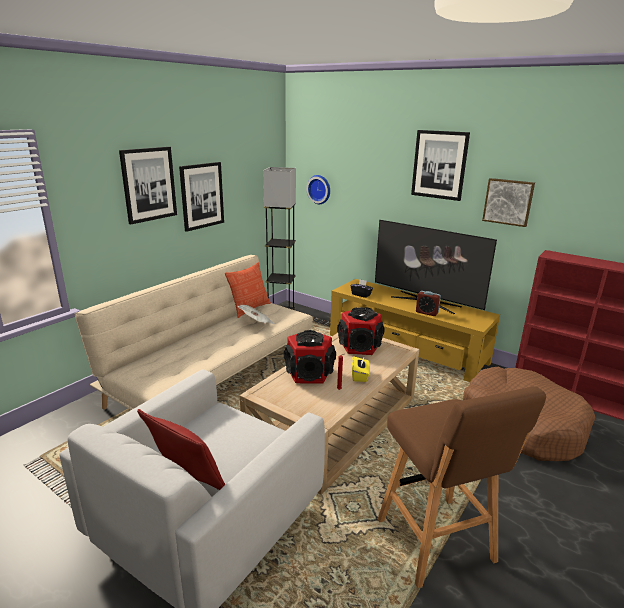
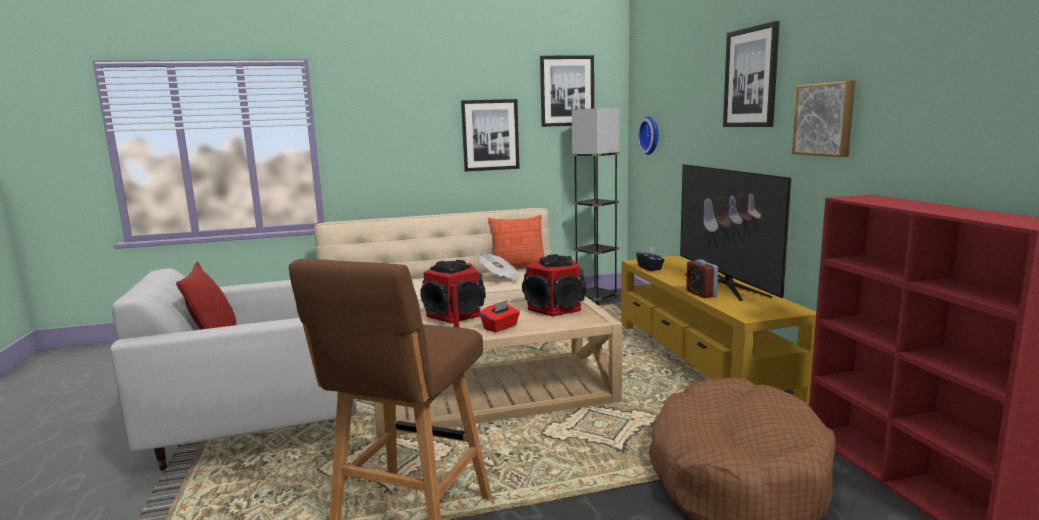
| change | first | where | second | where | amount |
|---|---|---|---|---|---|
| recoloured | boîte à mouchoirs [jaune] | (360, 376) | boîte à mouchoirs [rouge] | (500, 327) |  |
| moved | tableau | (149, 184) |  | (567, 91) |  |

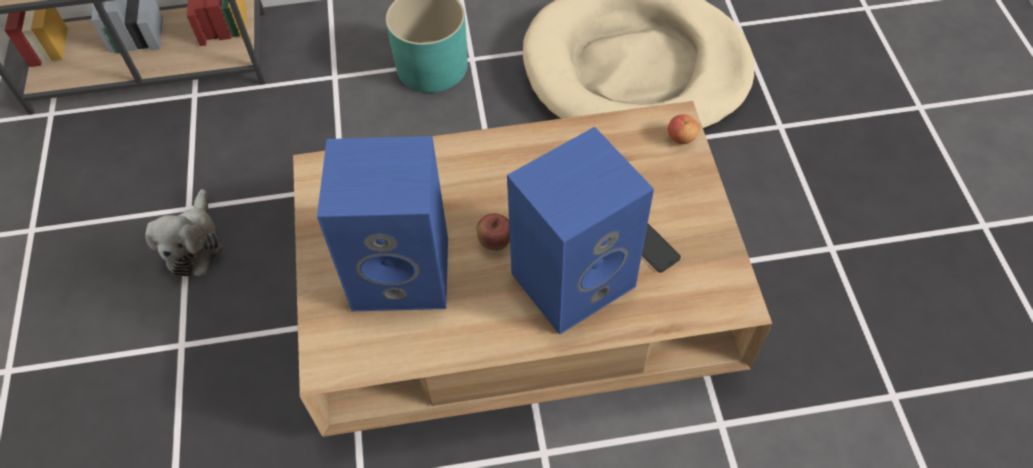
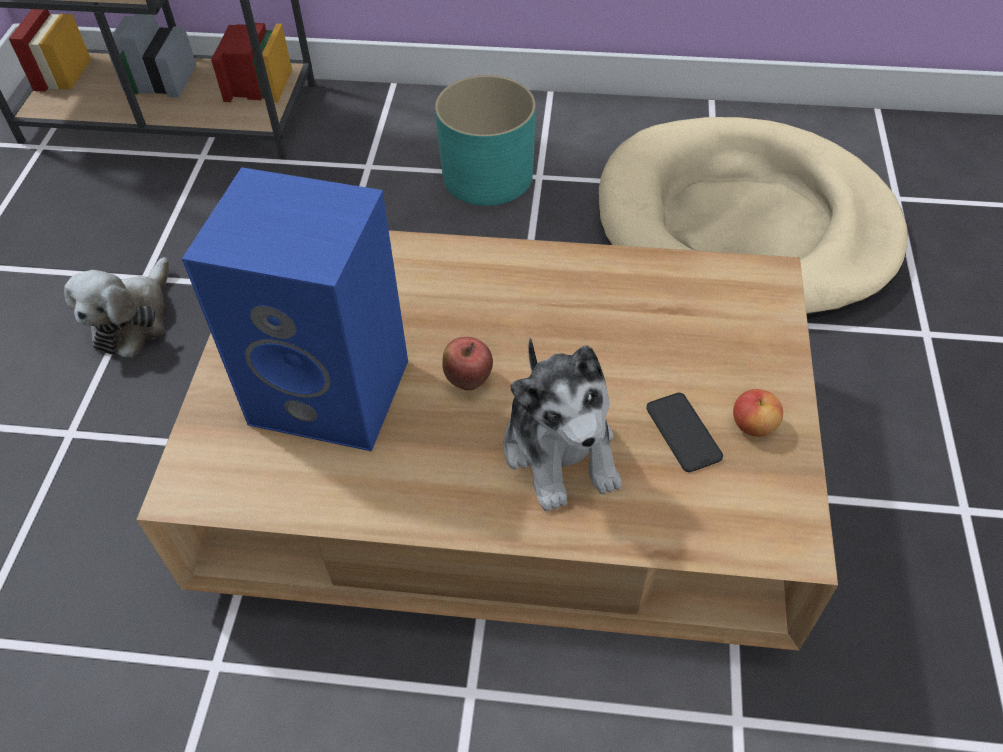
| change | first | where | second | where | amount |
|---|---|---|---|---|---|
| replaced | enceinte [bleu] | (574, 277) | peluche | (561, 450) |  |
| moved | pomme | (681, 137) |  | (753, 425) |  |

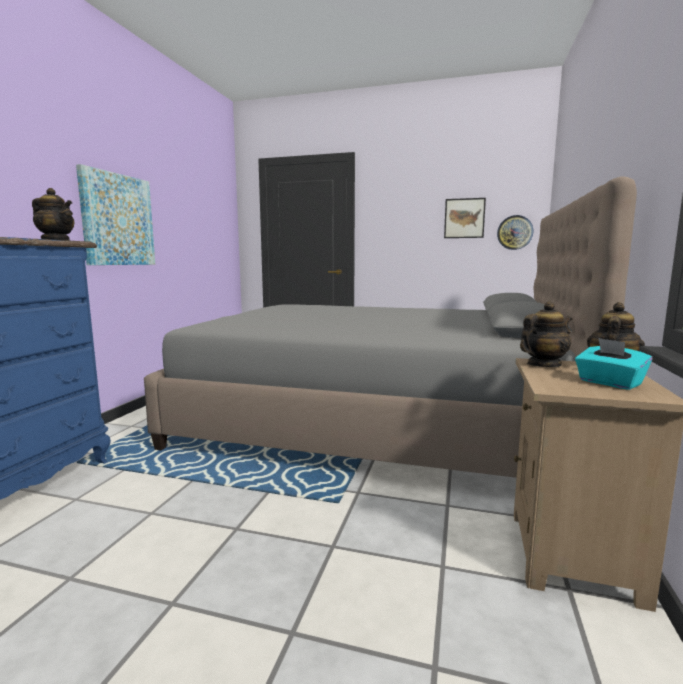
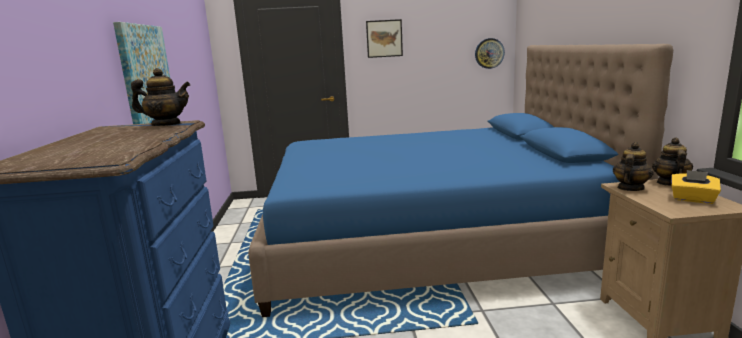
| change | first | where | second | where | amount |
|---|---|---|---|---|---|
| recoloured | lit [gris] | (376, 422) | lit [bleu] | (430, 243) |  |
| moved | tableau | (464, 218) |  | (384, 38) |  |
| recoloured | boîte à mouchoirs [turquoise] | (609, 383) | boîte à mouchoirs [jaune] | (692, 199) |  |

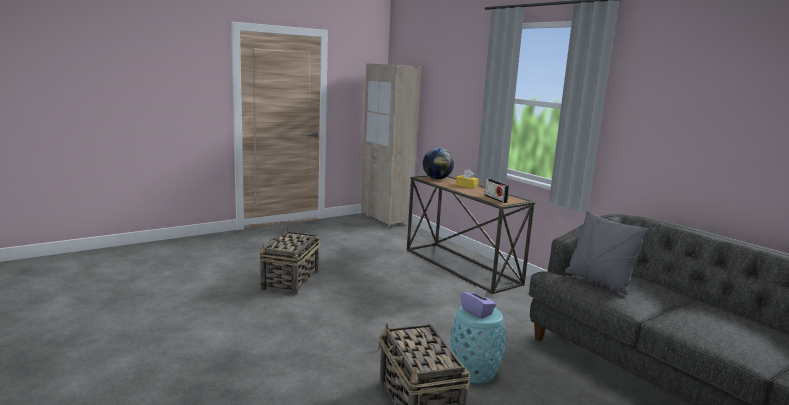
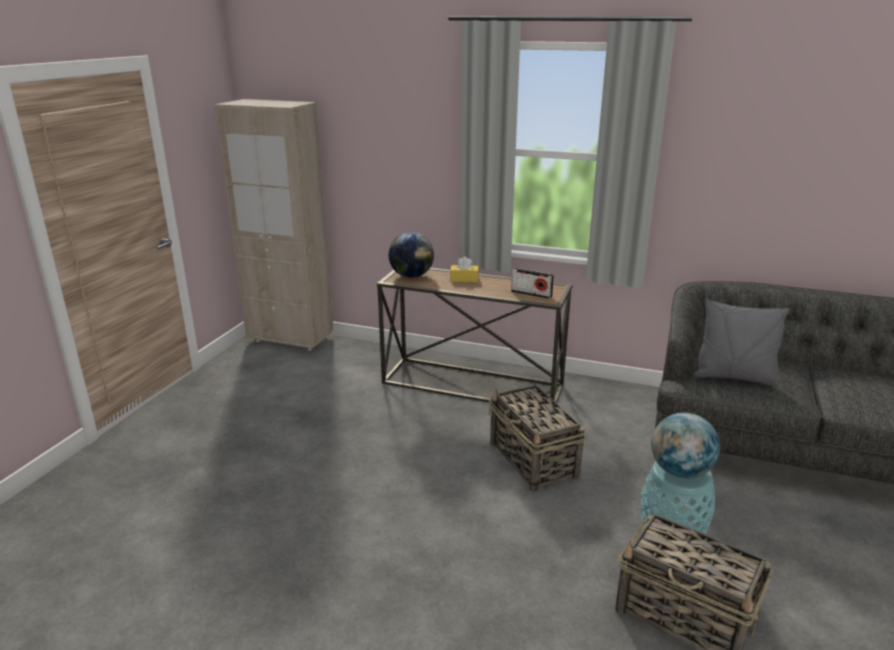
| change | first | where | second | where | amount |
|---|---|---|---|---|---|
| moved | panier | (290, 281) |  | (533, 461) |  |
| replaced | boîte à mouchoirs [violet] | (477, 312) | globe | (680, 471) |  |

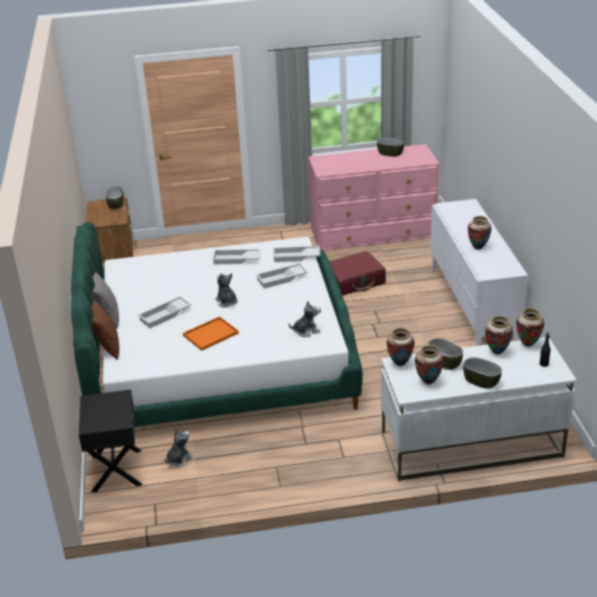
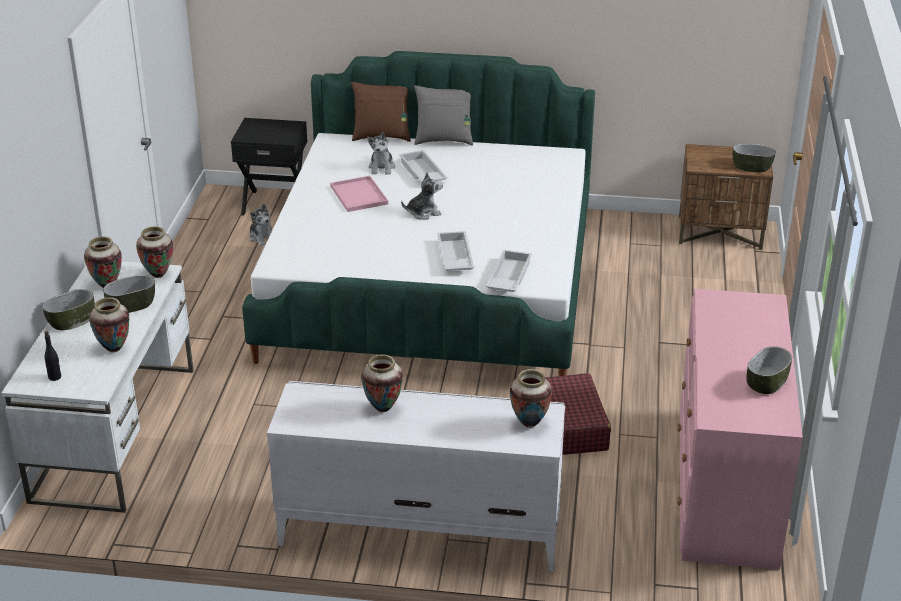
| change | first | where | second | where | amount |
|---|---|---|---|---|---|
| recoloured | plateau [orange] | (210, 335) | plateau [rose] | (358, 194) |  |
| moved | peluche | (306, 331) |  | (382, 168) |  |
| moved | vase | (528, 344) |  | (529, 423) |  |
| removed | plateau [blanc] | (236, 259) |  |  |  |

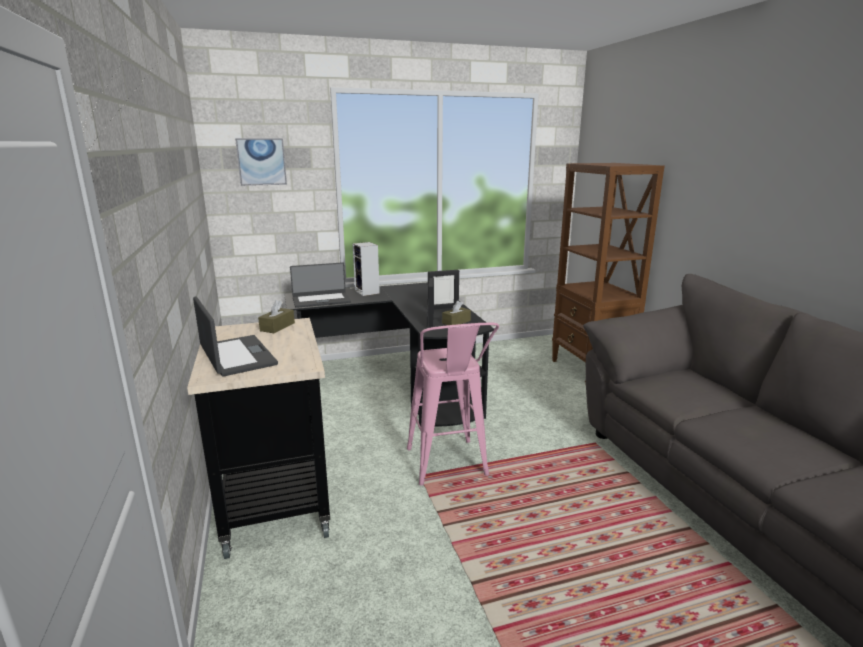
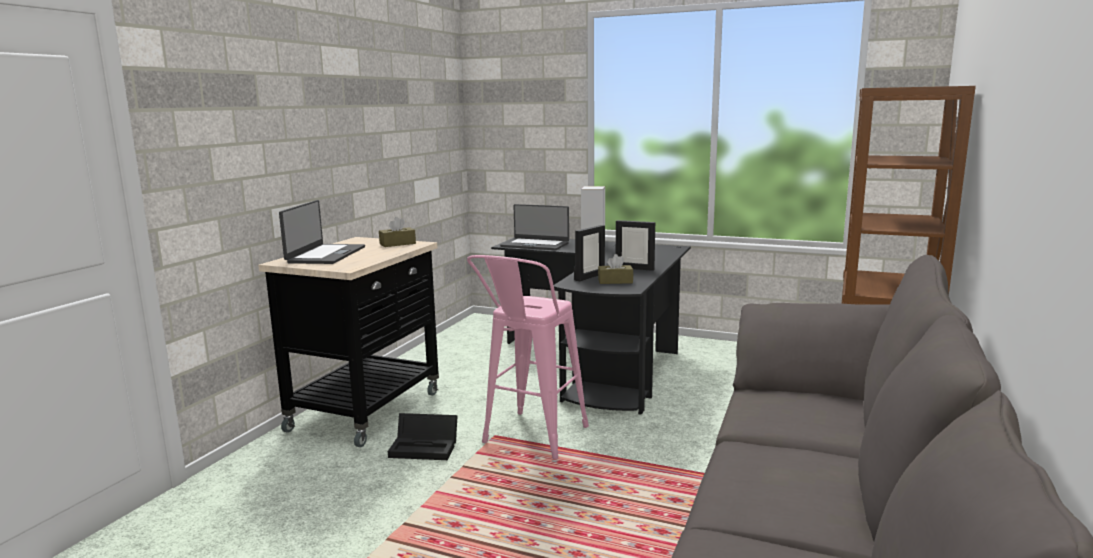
| change | first | where | second | where | amount |
|---|---|---|---|---|---|
| added |  |  | boîte de rangement [noir] | (426, 447) |  |
| removed | tableau | (261, 161) |  |  |  |

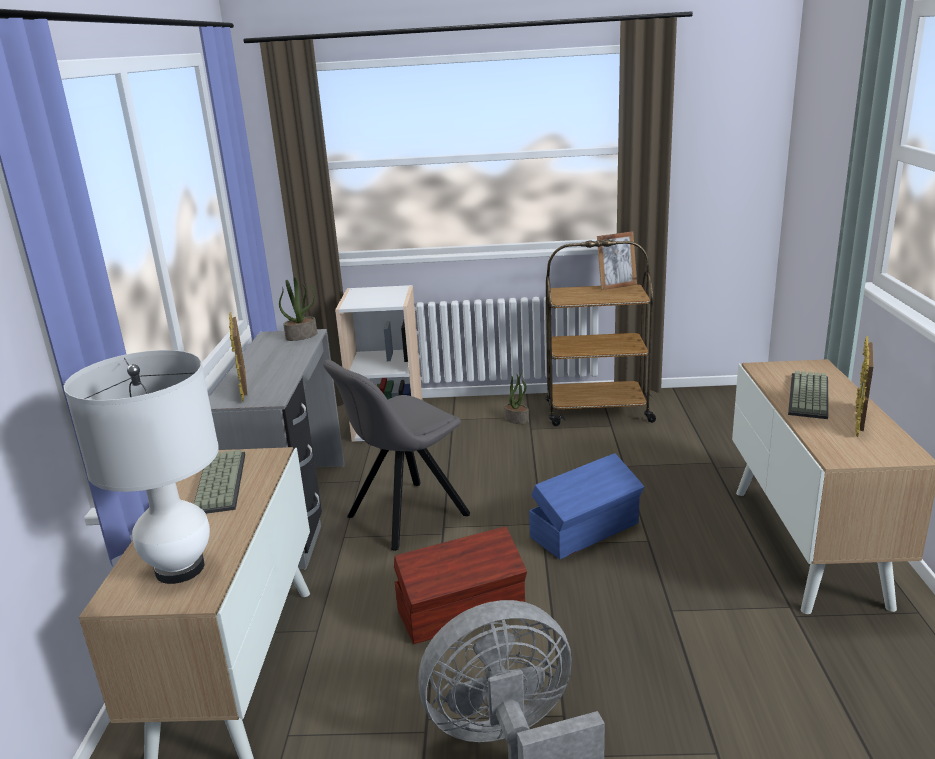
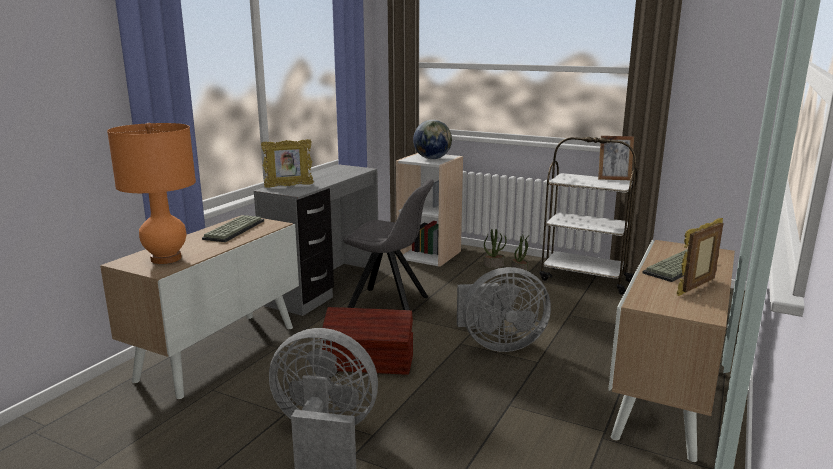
| change | first | where | second | where | amount |
|---|---|---|---|---|---|
| recoloured | lampe de table [blanc] | (180, 569) | lampe de table [orange] | (166, 258) |  |
| turned | cadre photo | (244, 388) |  | (289, 186) | 120 degrees counterclockwise |
| turned | chaise [gris] | (406, 515) |  | (389, 305) | 150 degrees counterclockwise |
| added |  |  | globe | (432, 158) |  |
| replaced | boîte de rangement [bleu] | (586, 531) | ventilateur [gris] | (498, 344) |  |
| moved | plante en pot | (301, 336) |  | (493, 265) |  |
| recoloured | chariot [marron] | (597, 413) | chariot [blanc] | (584, 280) |  |

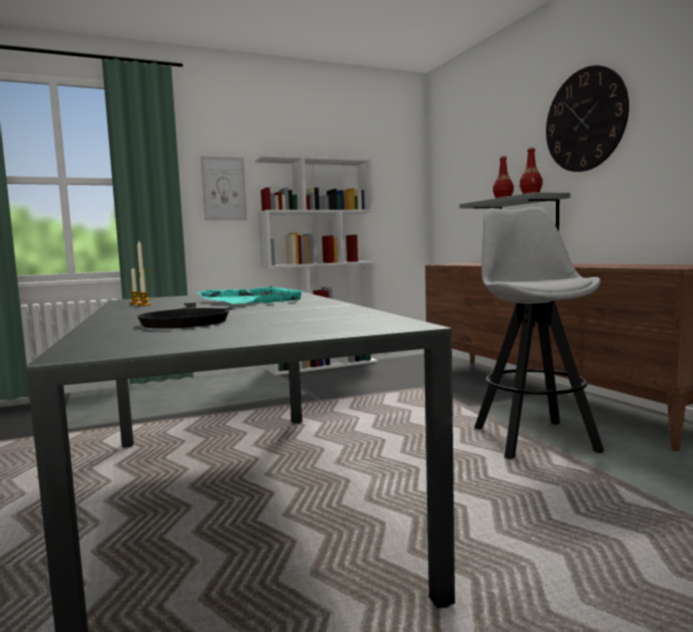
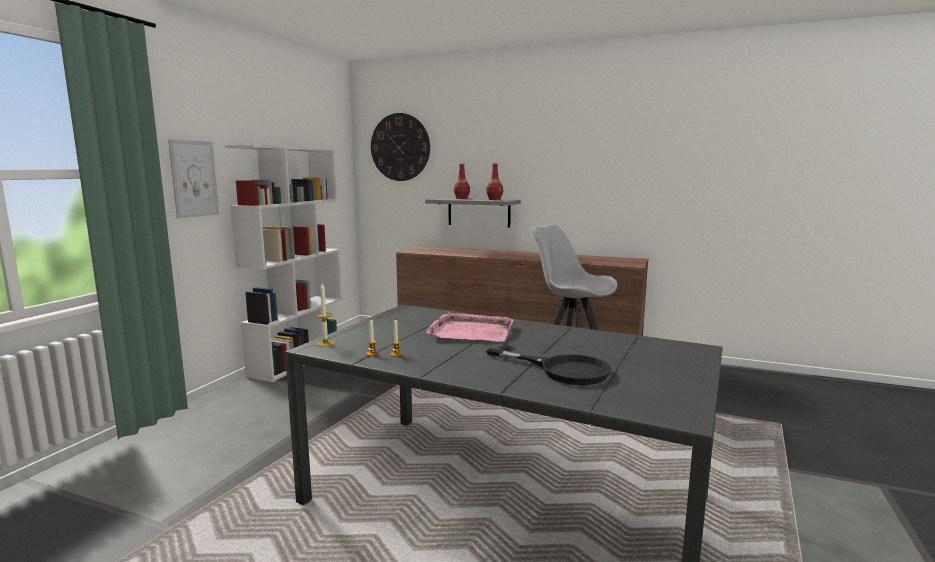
| change | first | where | second | where | amount |
|---|---|---|---|---|---|
| moved | horloge murale | (585, 120) |  | (400, 147) |  |
| recoloured | plateau [turquoise] | (252, 300) | plateau [rose] | (471, 331) |  |

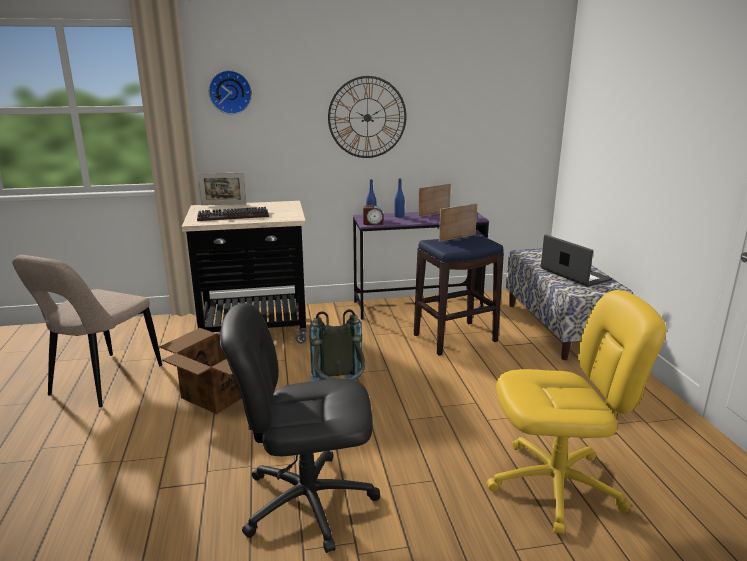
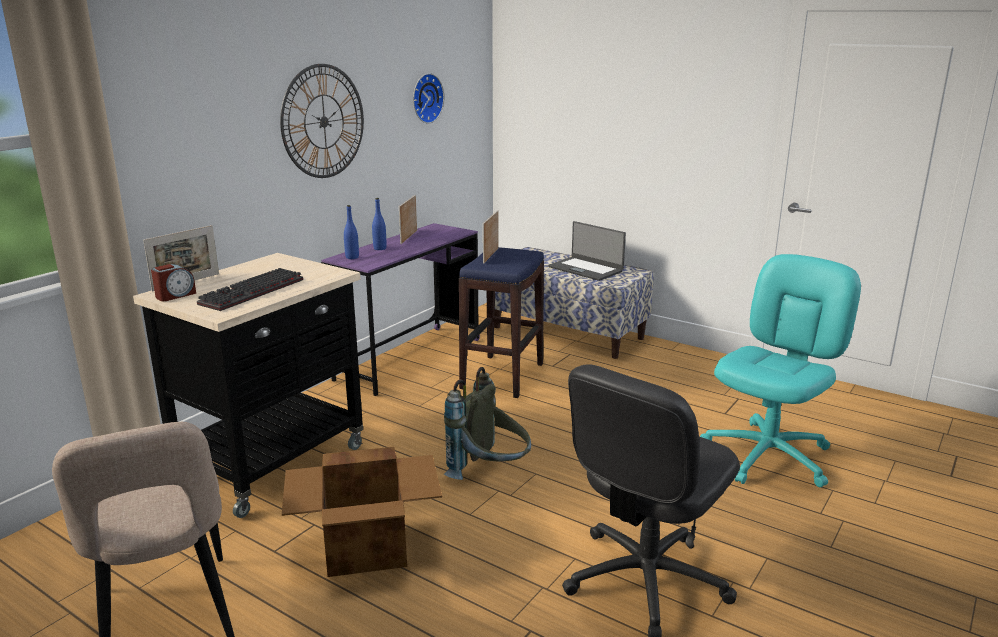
| change | first | where | second | where | amount |
|---|---|---|---|---|---|
| moved | réveil | (373, 223) |  | (175, 295) |  |
| moved | horloge murale | (230, 92) |  | (425, 98) |  |
| turned | ordinateur portable | (574, 275) |  | (586, 269) | 150 degrees counterclockwise |
| recoloured | chaise de bureau [jaune] | (555, 485) | chaise de bureau [turquoise] | (768, 455) |  |

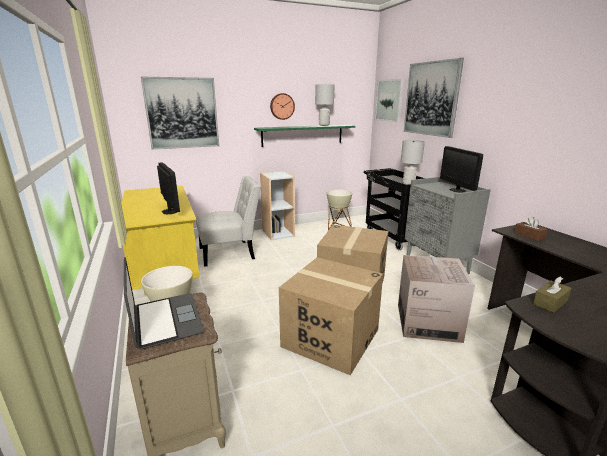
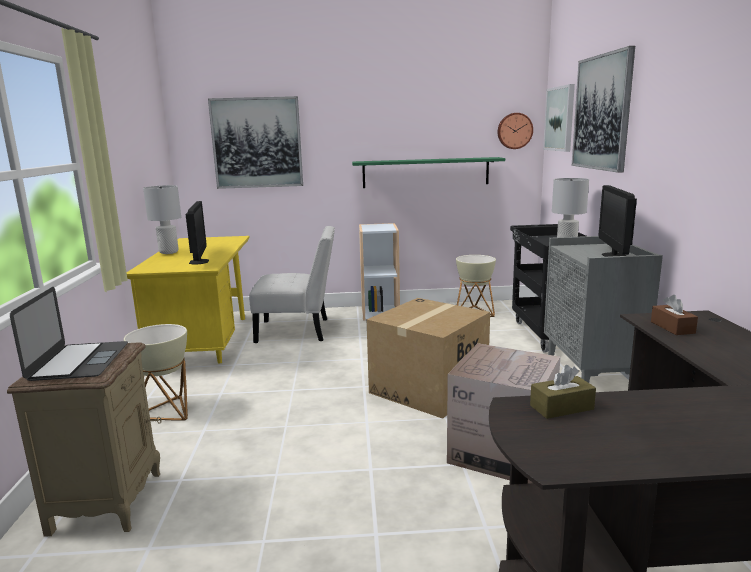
| change | first | where | second | where | amount |
|---|---|---|---|---|---|
| moved | lampe de table [gris] | (324, 125) |  | (168, 253) |  |
| moved | horloge murale | (282, 106) |  | (514, 131) |  |
| removed | carton | (330, 338) |  |  |  |

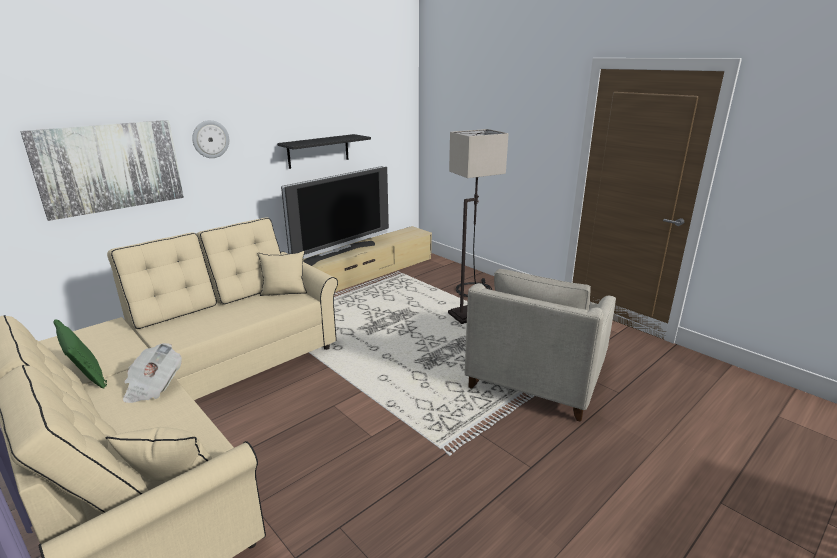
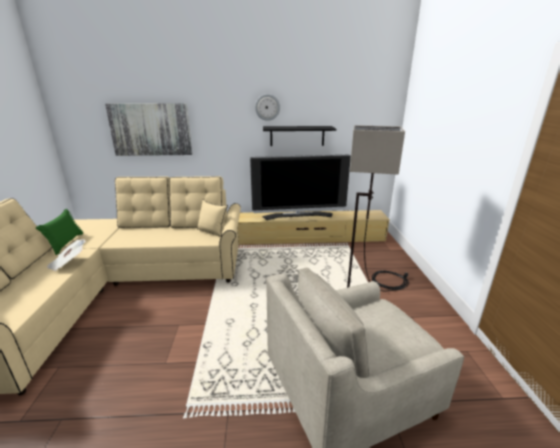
| change | first | where | second | where | amount |
|---|---|---|---|---|---|
| moved | horloge murale | (210, 139) |  | (267, 107) |  |

